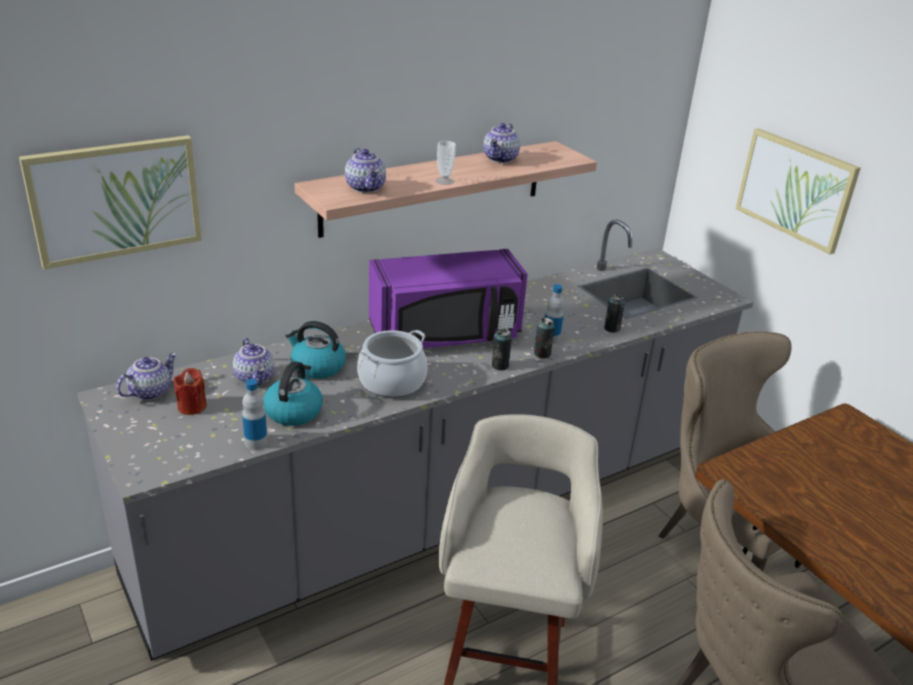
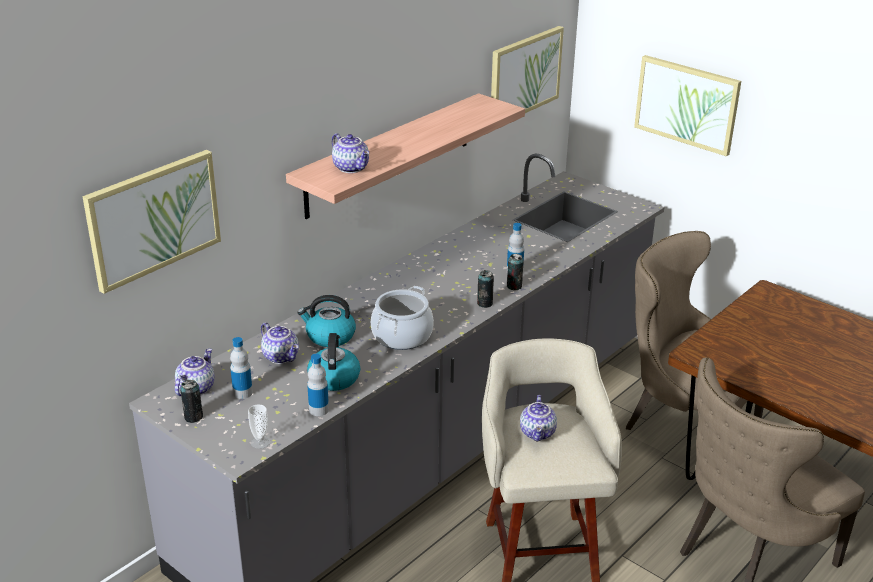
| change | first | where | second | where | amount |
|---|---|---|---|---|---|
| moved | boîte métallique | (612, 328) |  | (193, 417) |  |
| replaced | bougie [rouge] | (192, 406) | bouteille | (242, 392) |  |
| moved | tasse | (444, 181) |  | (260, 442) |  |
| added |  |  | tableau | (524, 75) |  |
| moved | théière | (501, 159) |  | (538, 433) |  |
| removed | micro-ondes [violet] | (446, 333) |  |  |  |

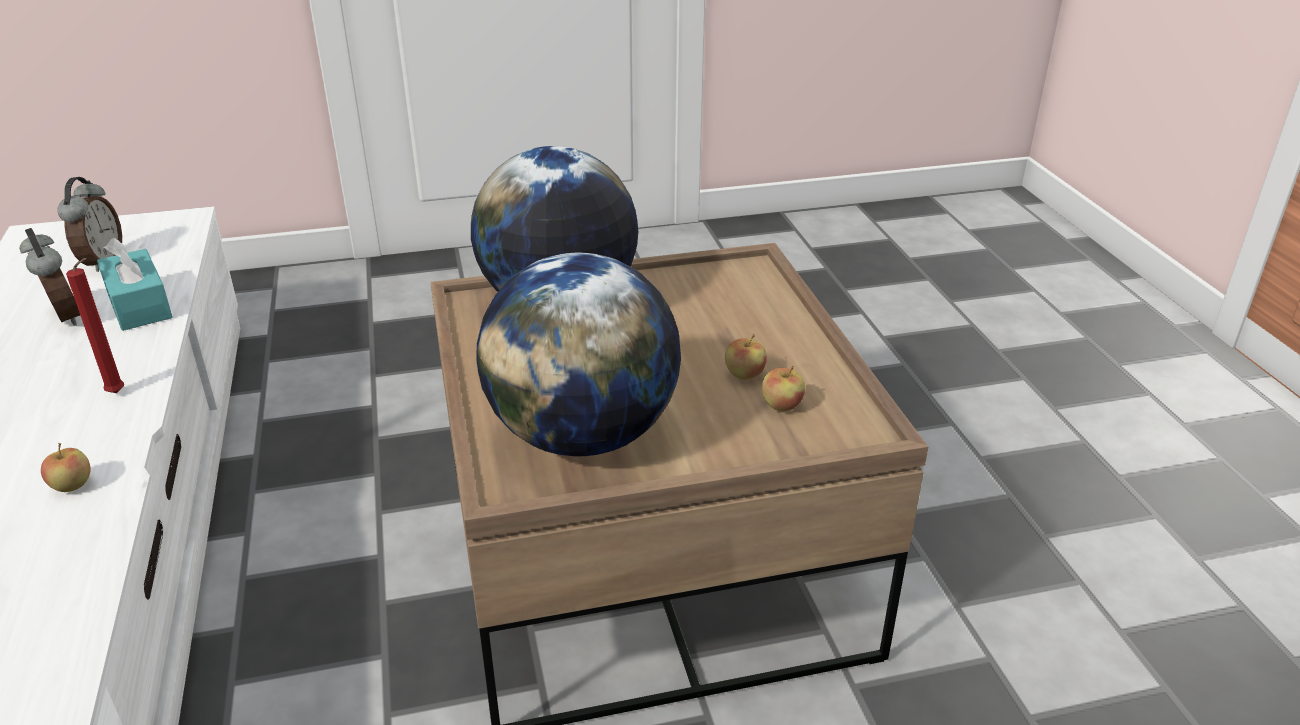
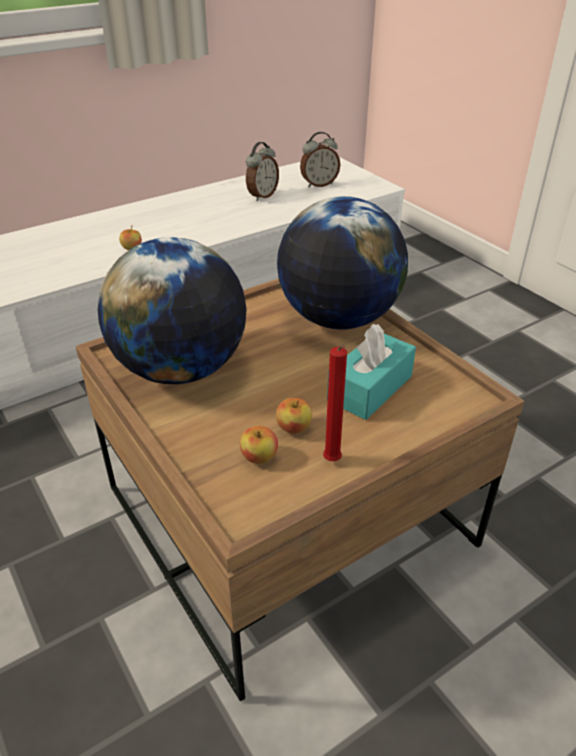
| change | first | where | second | where | amount |
|---|---|---|---|---|---|
| moved | bougie [rouge] | (119, 393) |  | (332, 462) |  |
| moved | boîte à mouchoirs [turquoise] | (139, 305) |  | (370, 388) |  |

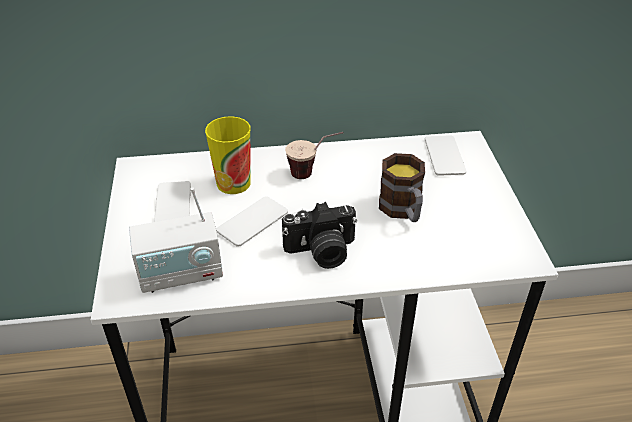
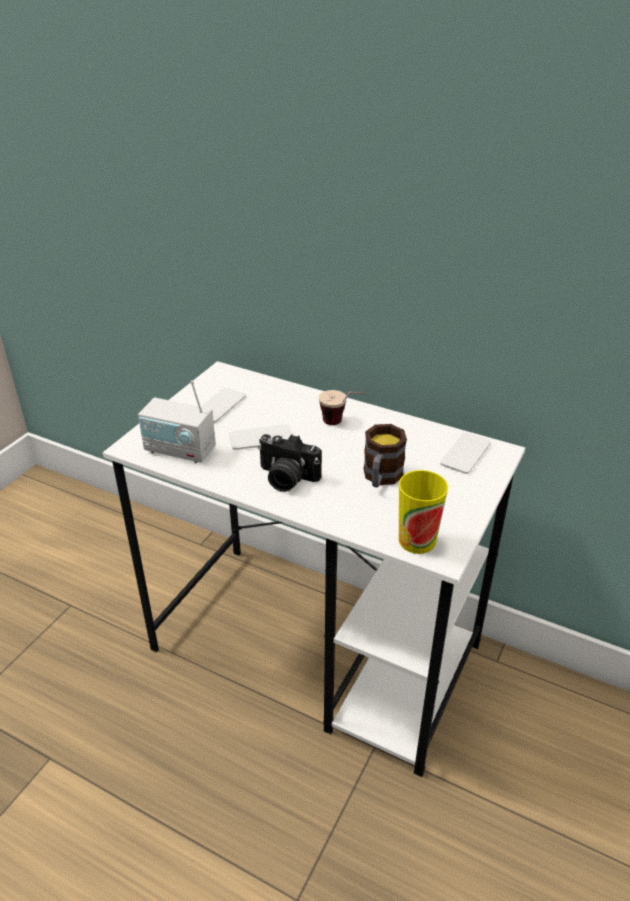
| change | first | where | second | where | amount |
|---|---|---|---|---|---|
| moved | tasse | (233, 183) |  | (417, 540) |  |

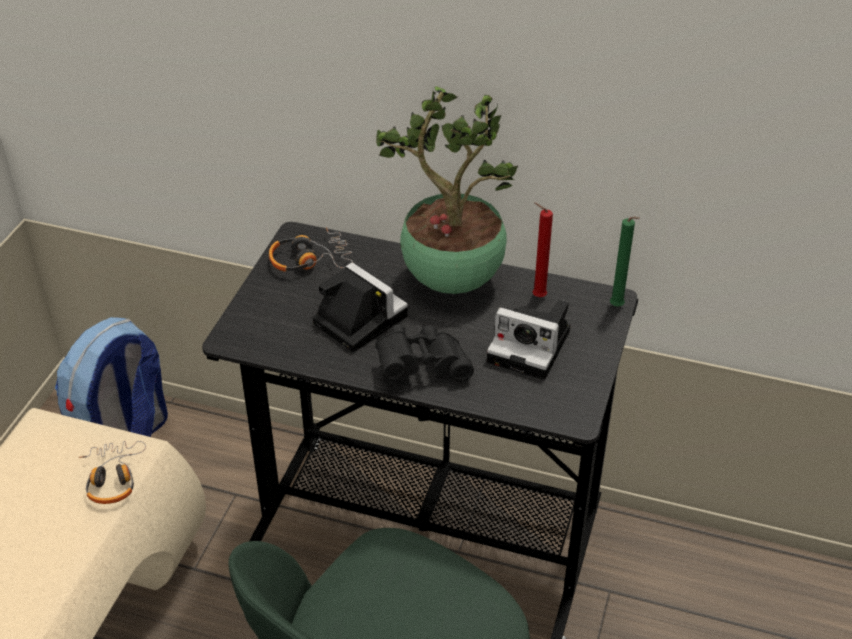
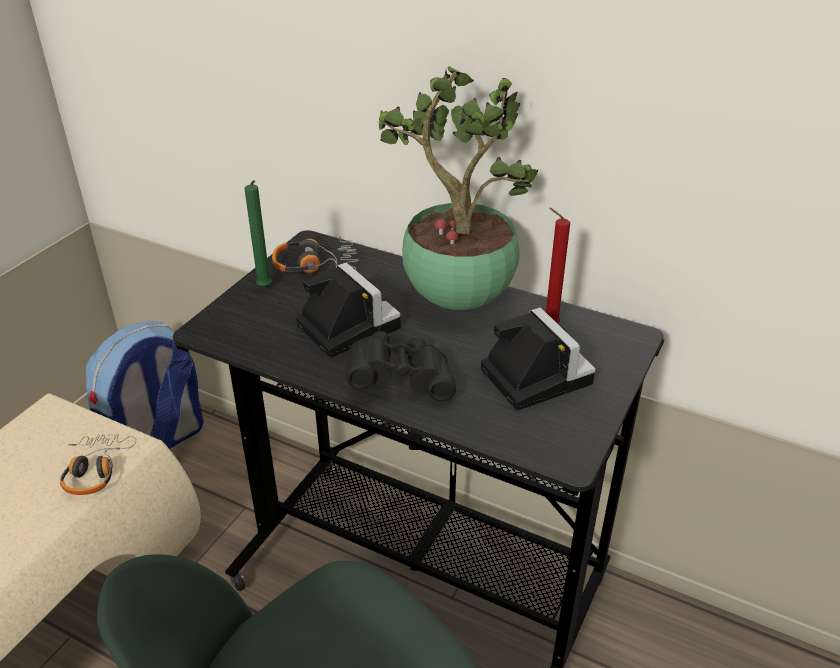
| change | first | where | second | where | amount |
|---|---|---|---|---|---|
| moved | bougie [vert] | (618, 307) |  | (265, 288) |  |
| turned | appareil photo | (532, 346) |  | (532, 374) | 150 degrees counterclockwise |

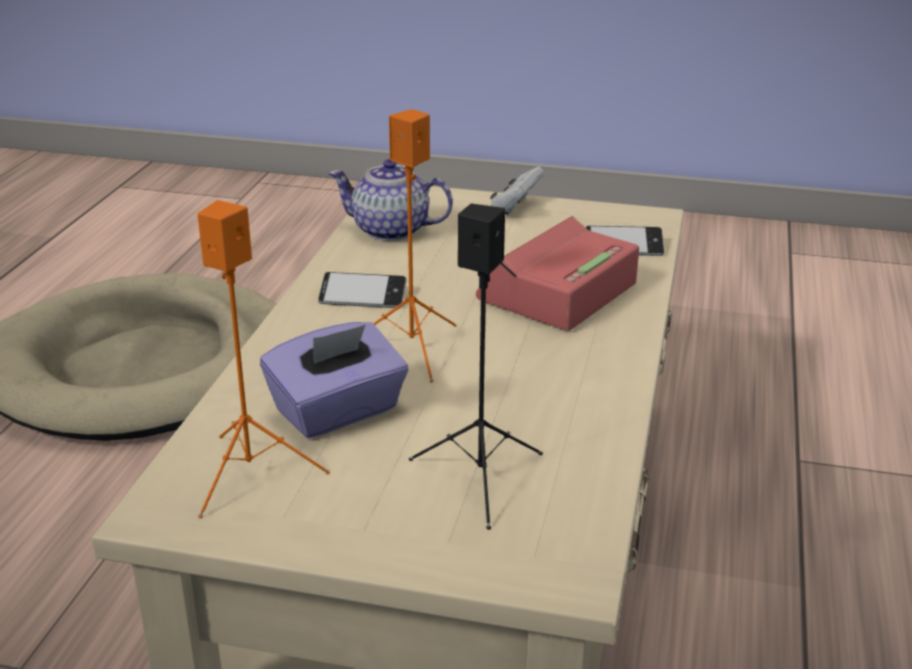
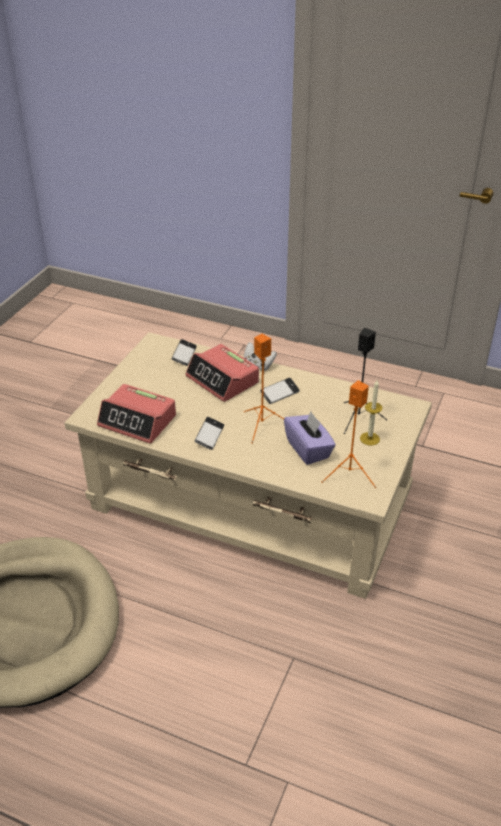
| change | first | where | second | where | amount |
|---|---|---|---|---|---|
| replaced | théière | (391, 231) | réveil | (138, 421) |  |
| moved | manette [blanc] | (515, 209) |  | (258, 365) |  |
| added |  |  | téléphone | (279, 393) |  |
| added |  |  | bougie | (369, 438) |  |

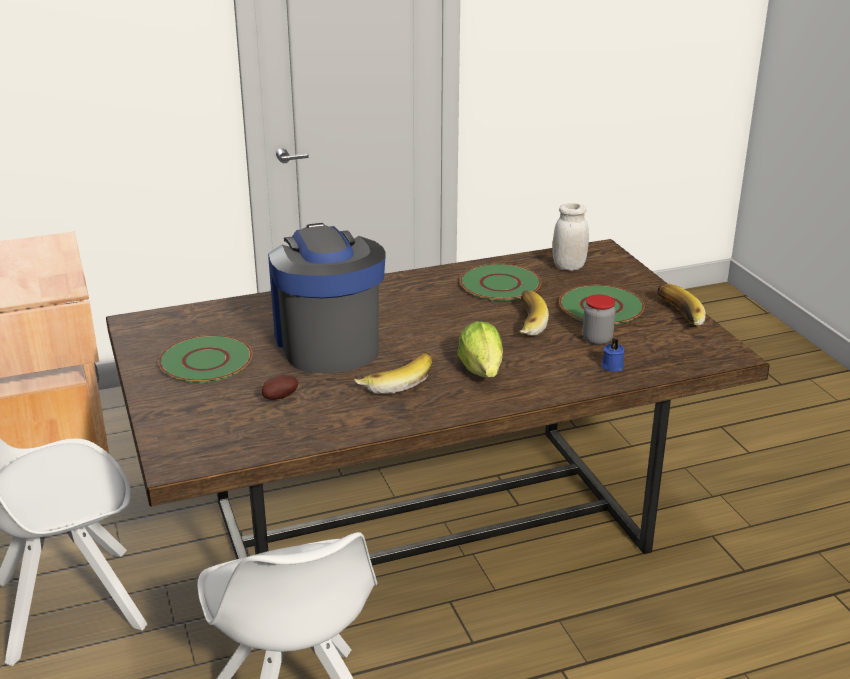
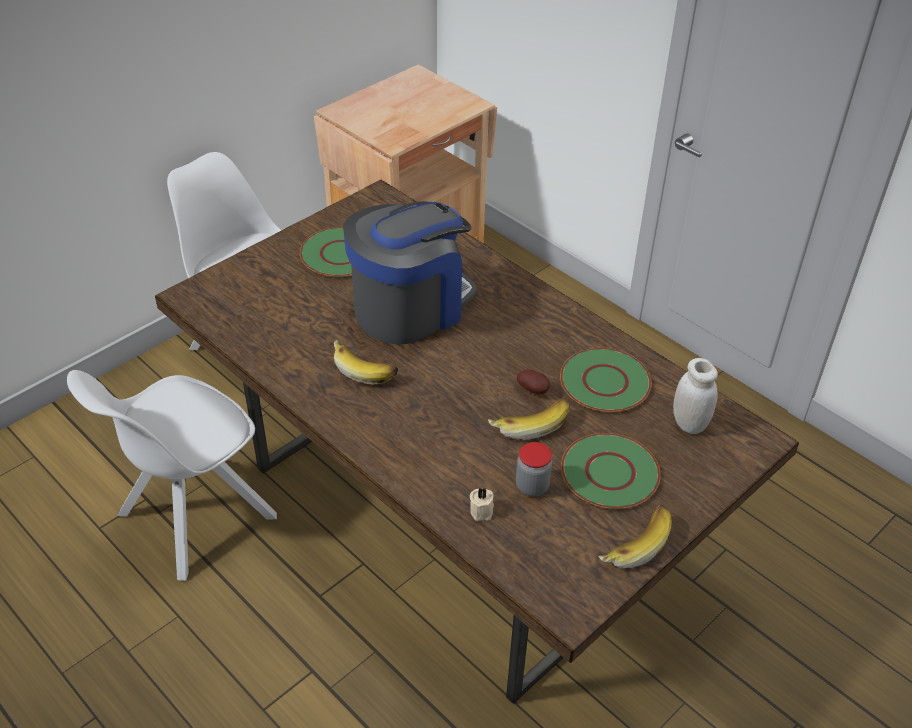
| change | first | where | second | where | amount |
|---|---|---|---|---|---|
| recoloured | bougie [bleu] | (612, 366) | bougie [beige] | (482, 510) |  |
| moved | pomme de terre | (280, 397) |  | (534, 390) |  |
| removed | laitue | (482, 370) |  |  |  |

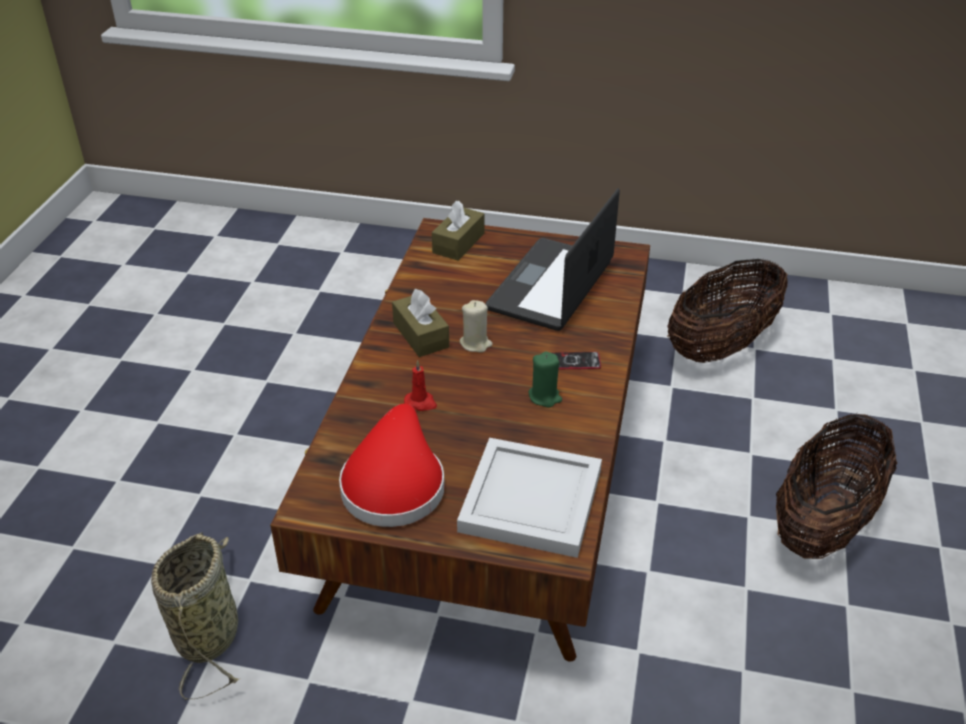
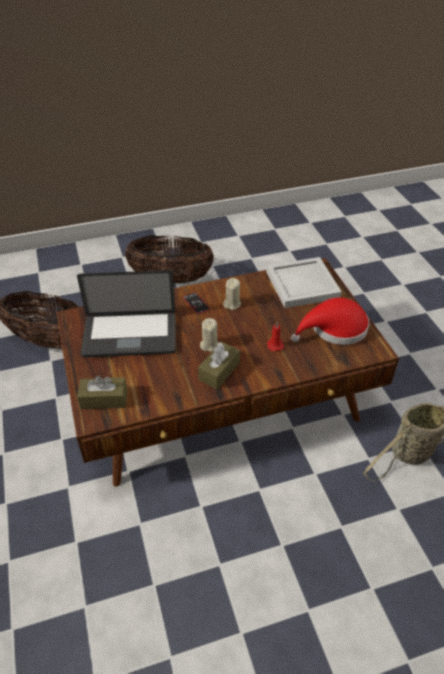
| change | first | where | second | where | amount |
|---|---|---|---|---|---|
| recoloured | bougie [vert] | (545, 397) | bougie [beige] | (232, 304) |  |

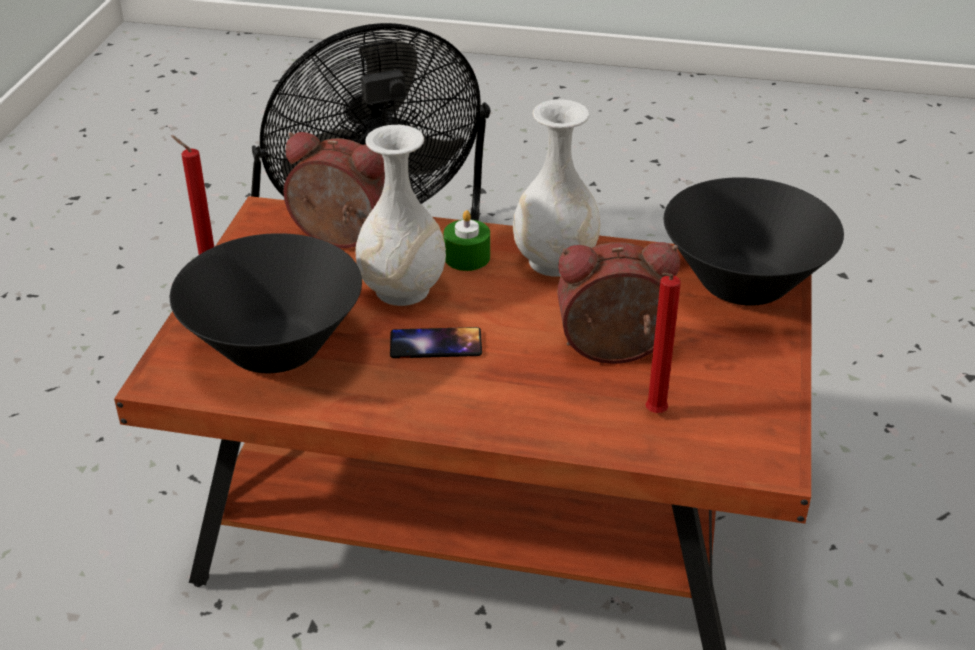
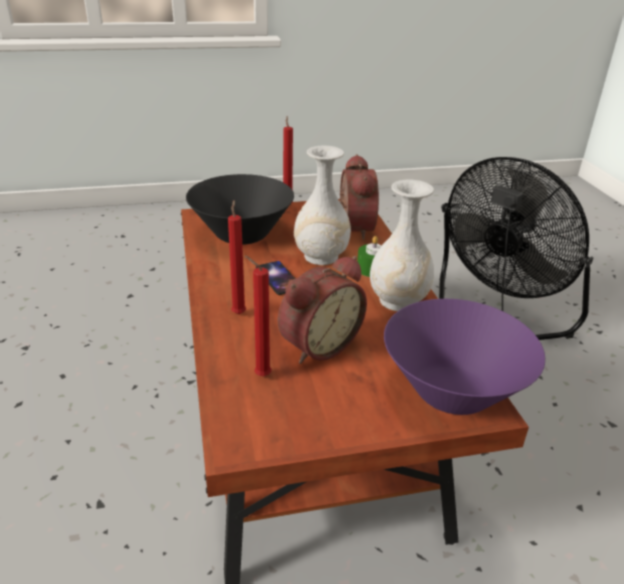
| change | first | where | second | where | amount |
|---|---|---|---|---|---|
| added |  |  | bougie [rouge] | (239, 312) |  |
| turned | réveil | (613, 352) |  | (317, 344) | 75 degrees clockwise |
| recoloured | bol [noir] | (744, 284) | bol [violet] | (453, 392) |  |

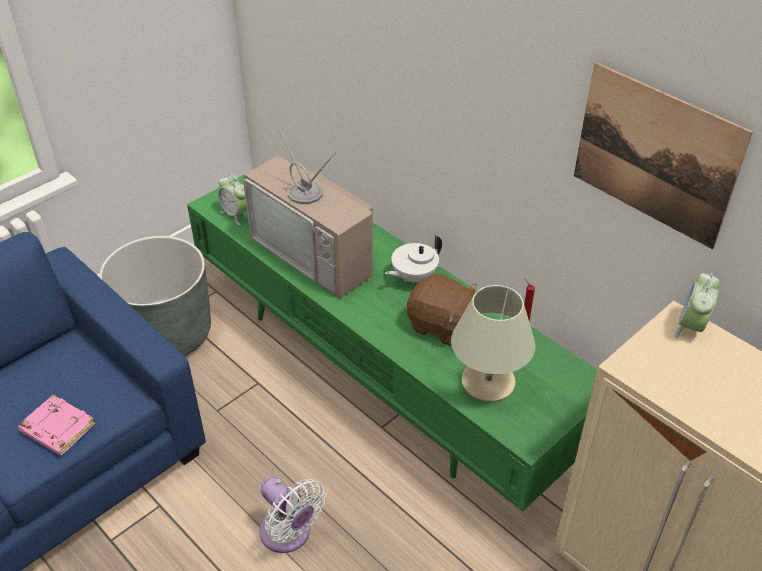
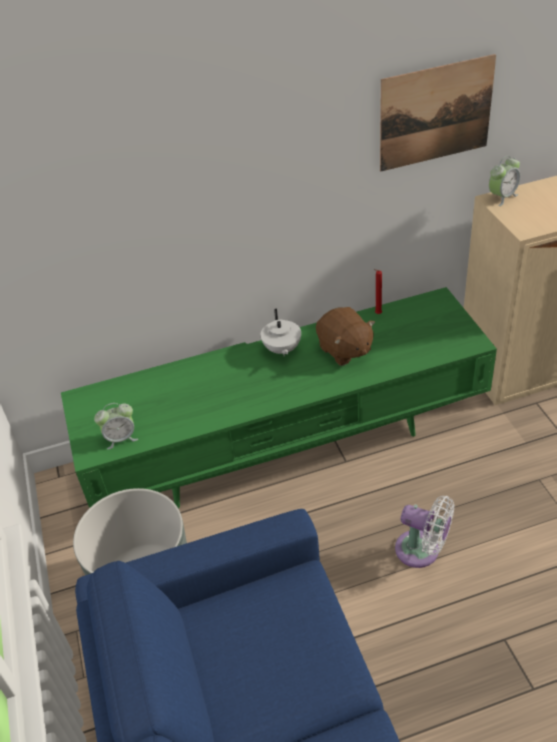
| change | first | where | second | where | amount |
|---|---|---|---|---|---|
| turned | peluche [marron] | (442, 326) |  | (344, 350) | 90 degrees clockwise |
| turned | ventilateur [blanc] | (288, 534) |  | (422, 551) | 45 degrees clockwise |
| turned | réveil | (691, 327) |  | (502, 197) | 90 degrees counterclockwise |
| removed | livre [rose] | (57, 429) |  |  |  |
| removed | téléviseur | (318, 252) |  |  |  |
| removed | lampe de table [beige] | (487, 382) |  |  |  |

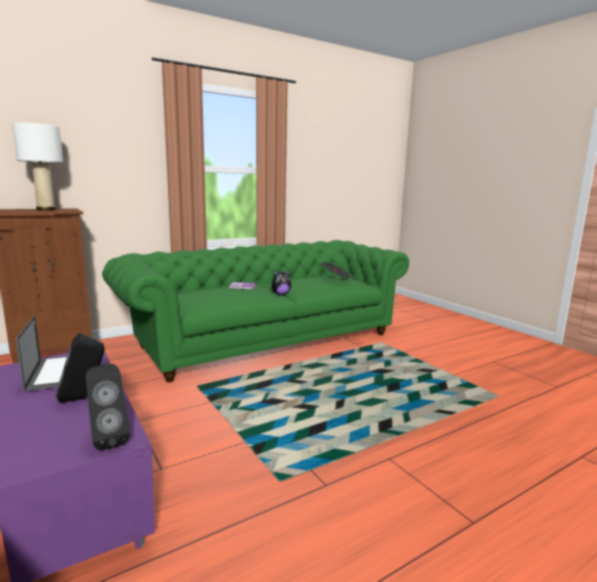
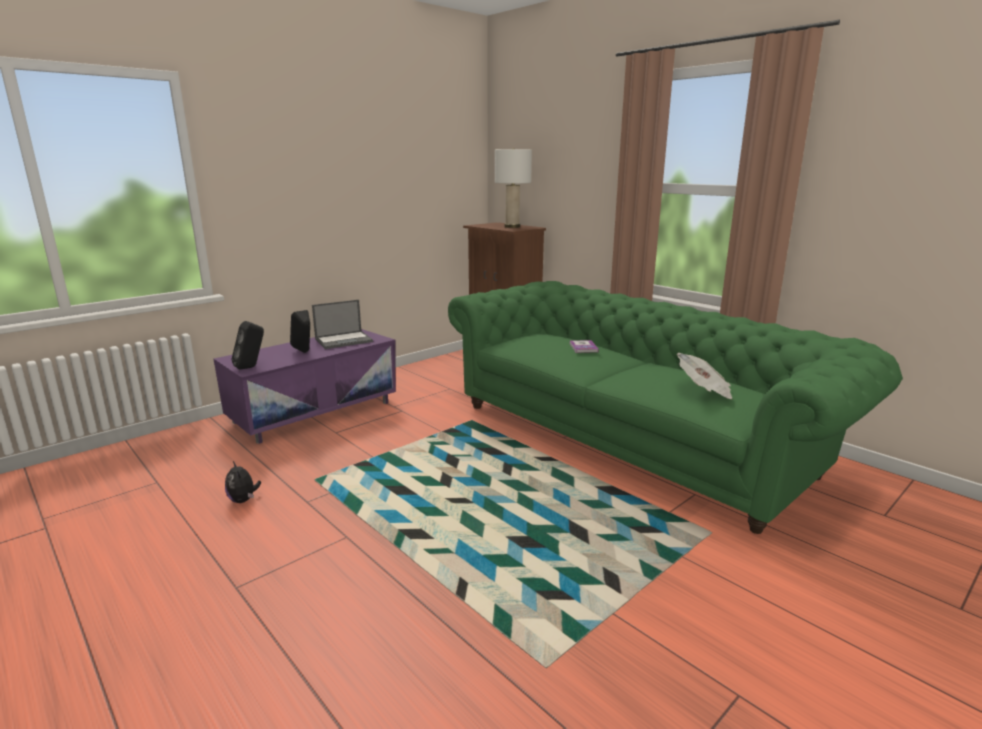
| change | first | where | second | where | amount |
|---|---|---|---|---|---|
| moved | peluche | (280, 294) |  | (243, 500) |  |

